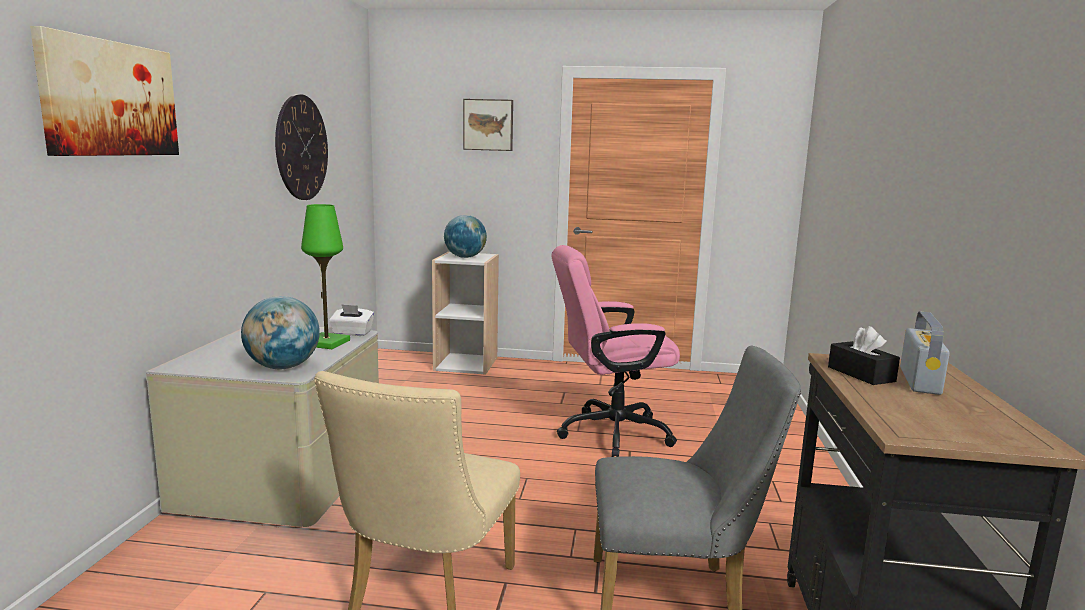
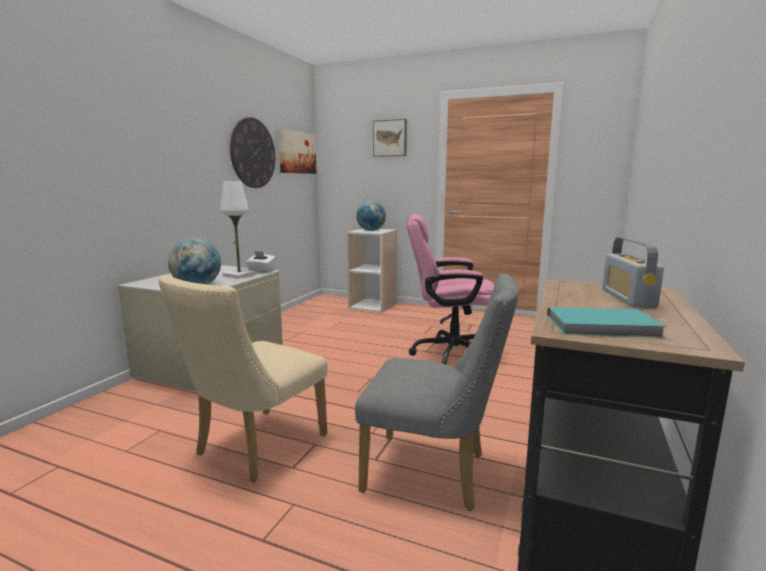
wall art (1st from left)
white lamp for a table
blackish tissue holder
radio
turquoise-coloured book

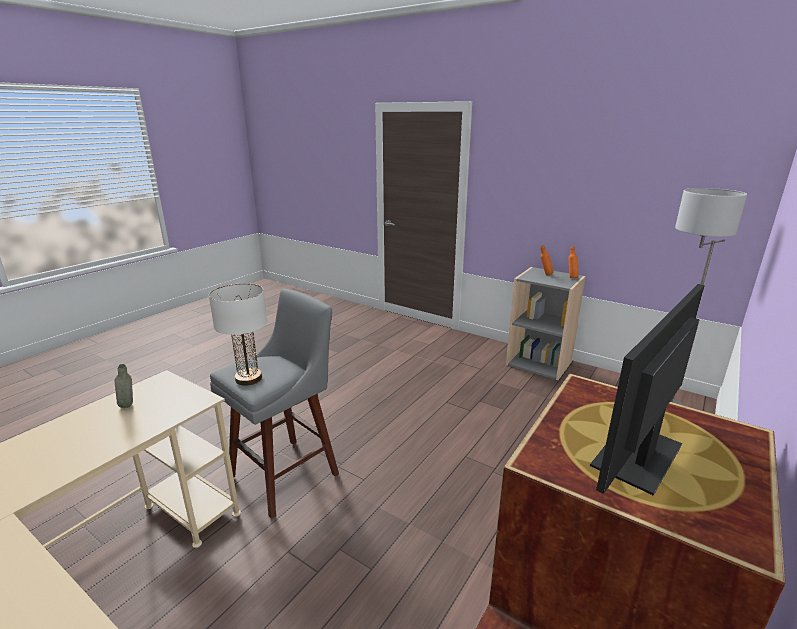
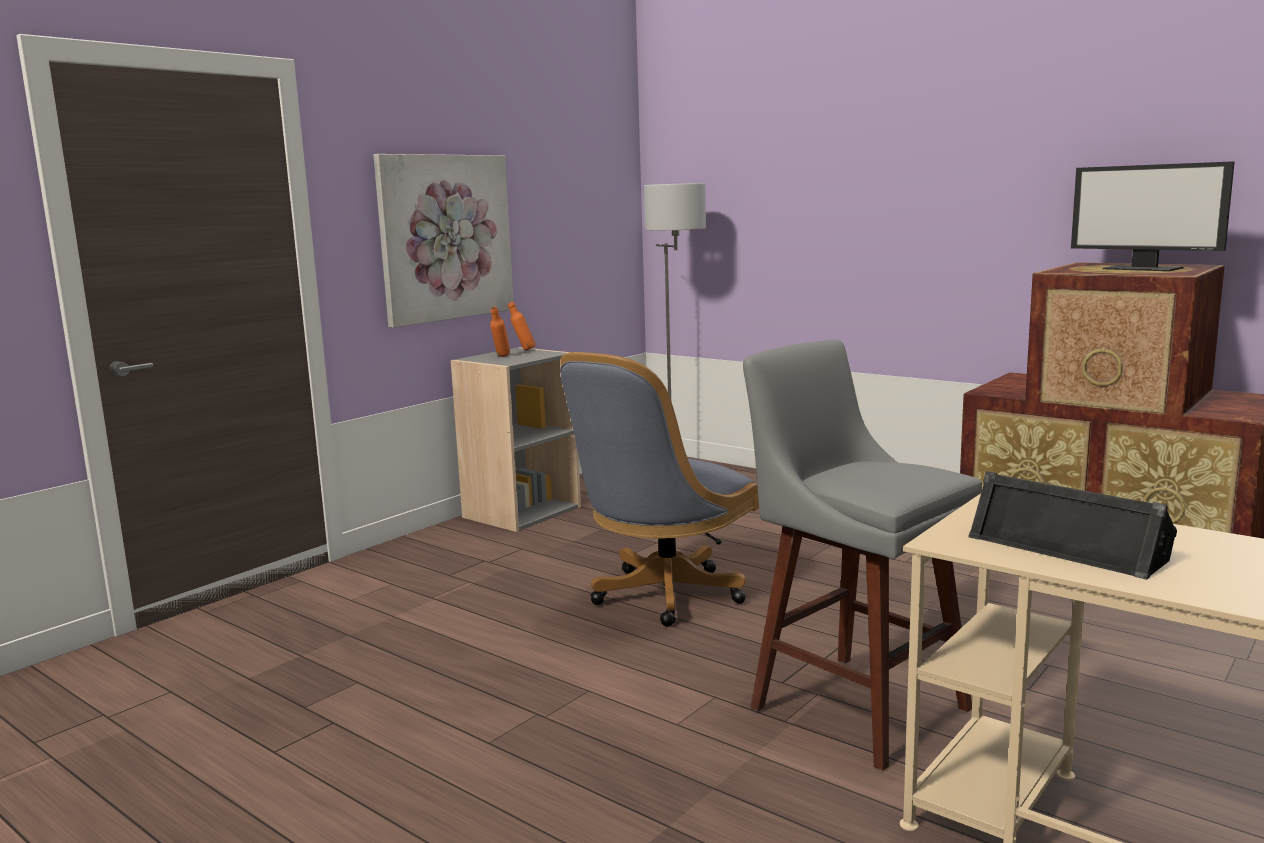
blackish loudspeaker
lamp for a table
wall art
blue desk chair

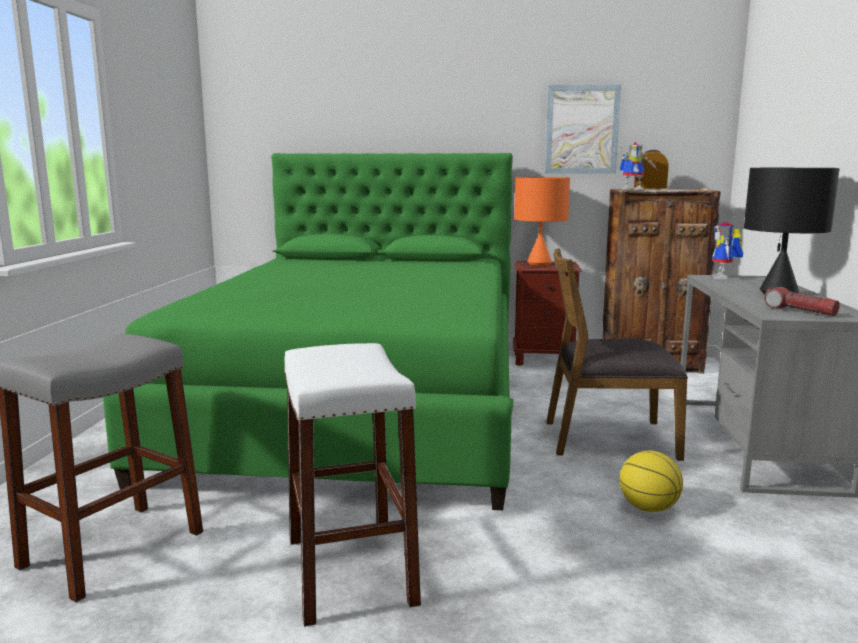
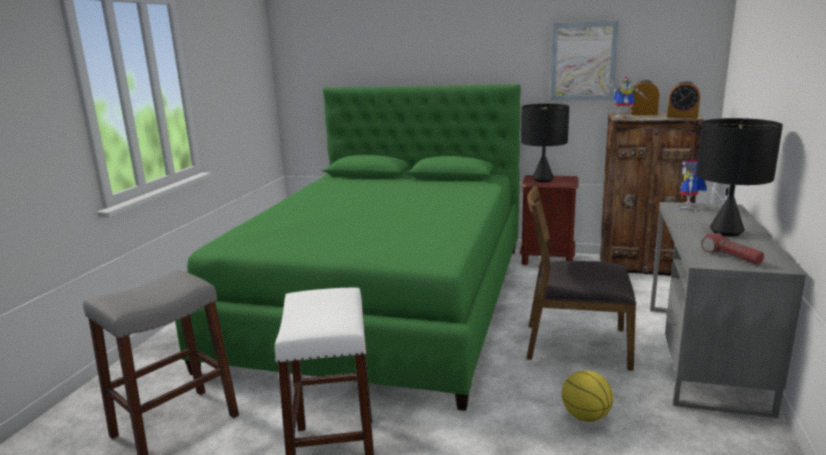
blackish lamp for a table (1st from left)
alarm clock (2nd from left)

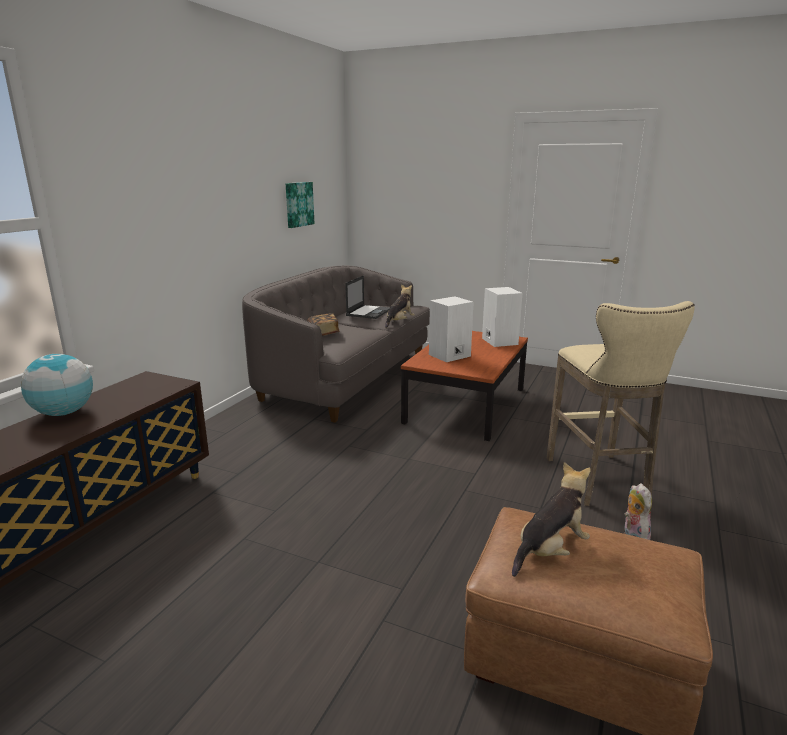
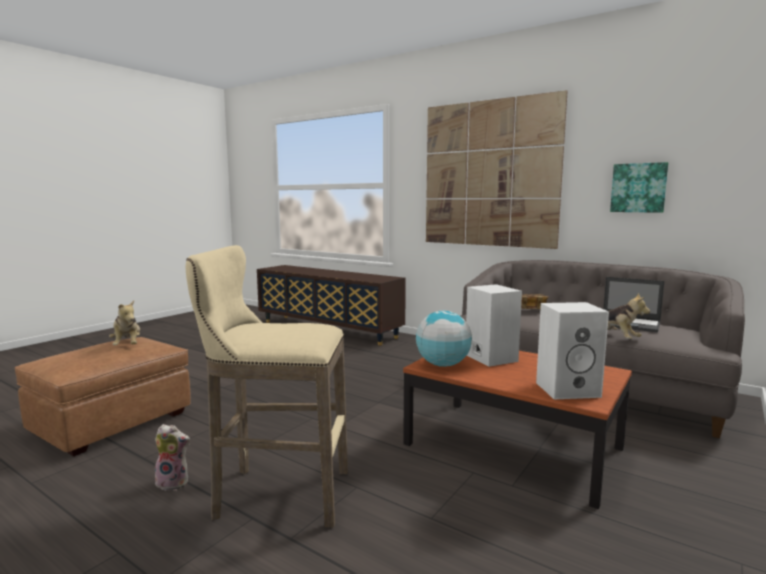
desk globe
wall art (1st from left)

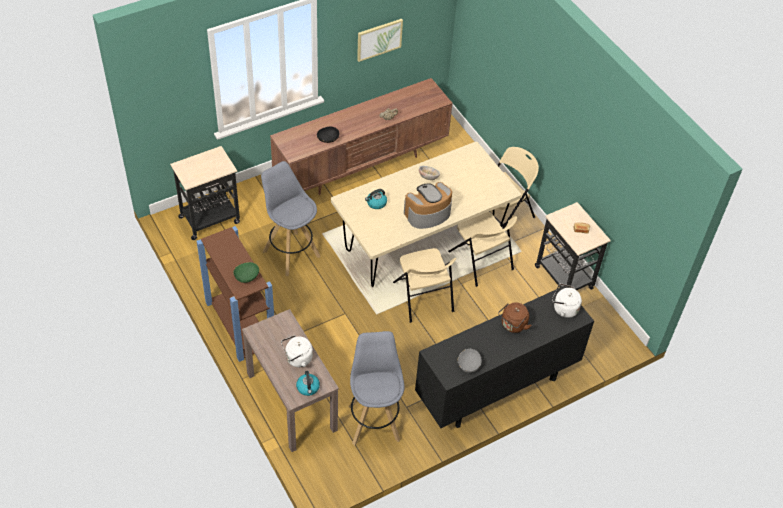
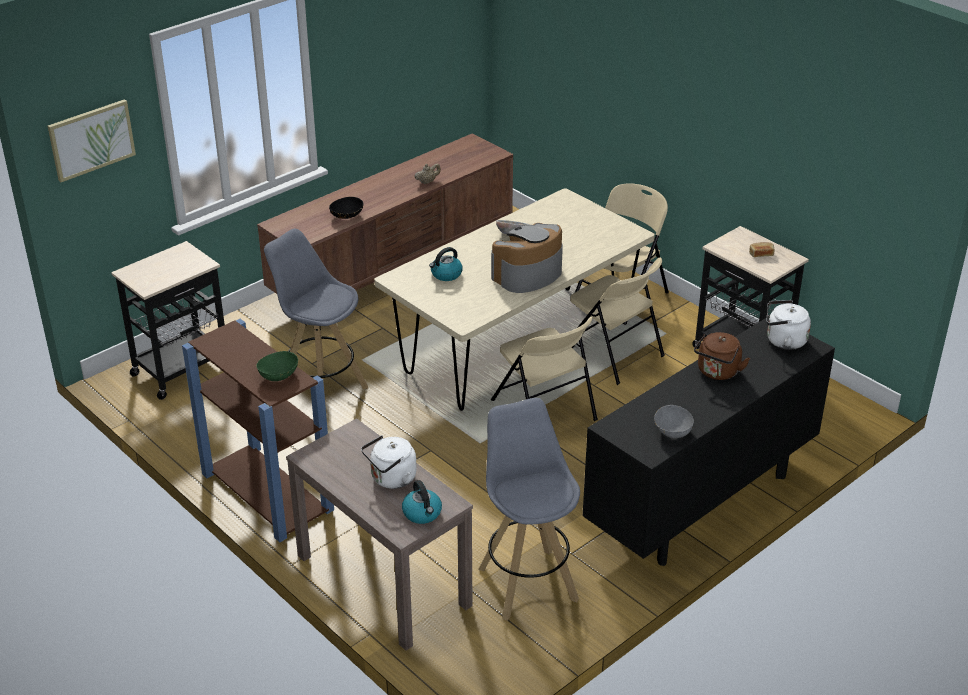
wall art

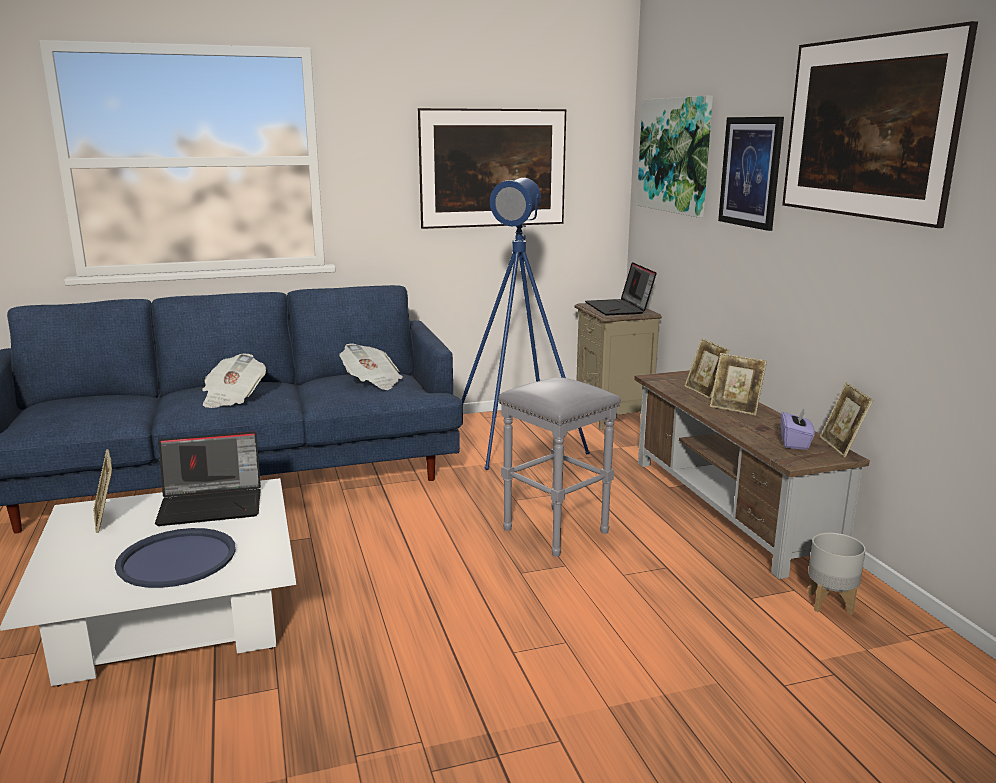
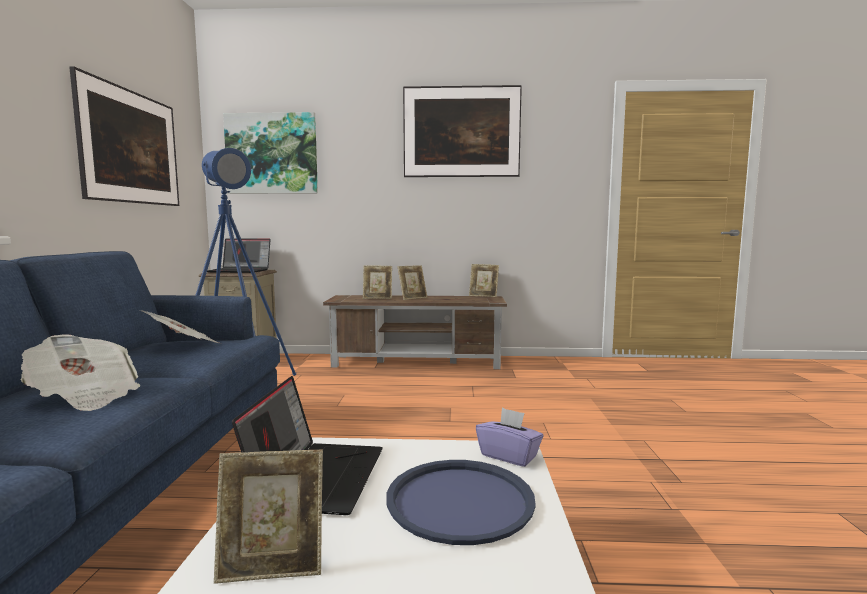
gray stool
wall art (3rd from left in the first image)
purple-coloured tissue holder
gray plant pot

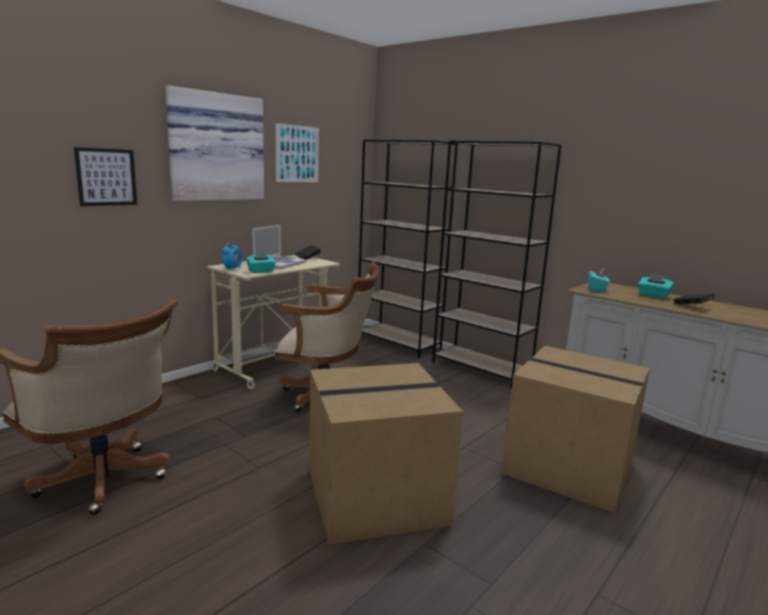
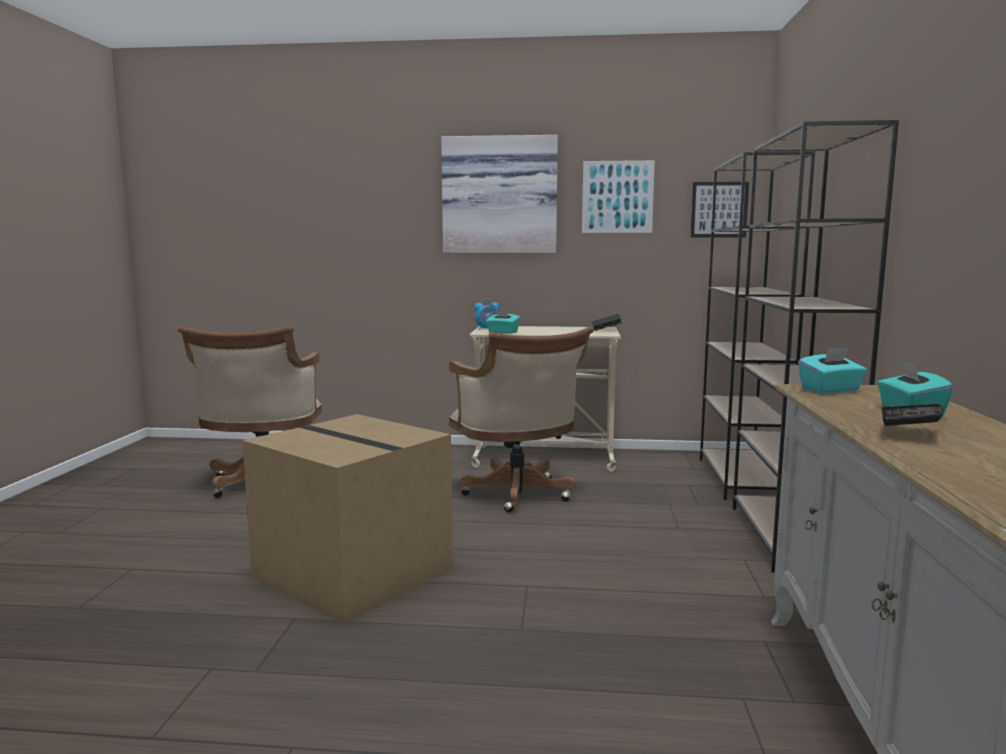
wall art (3rd from left)
portable computer
packing box (2nd from left in the first image)

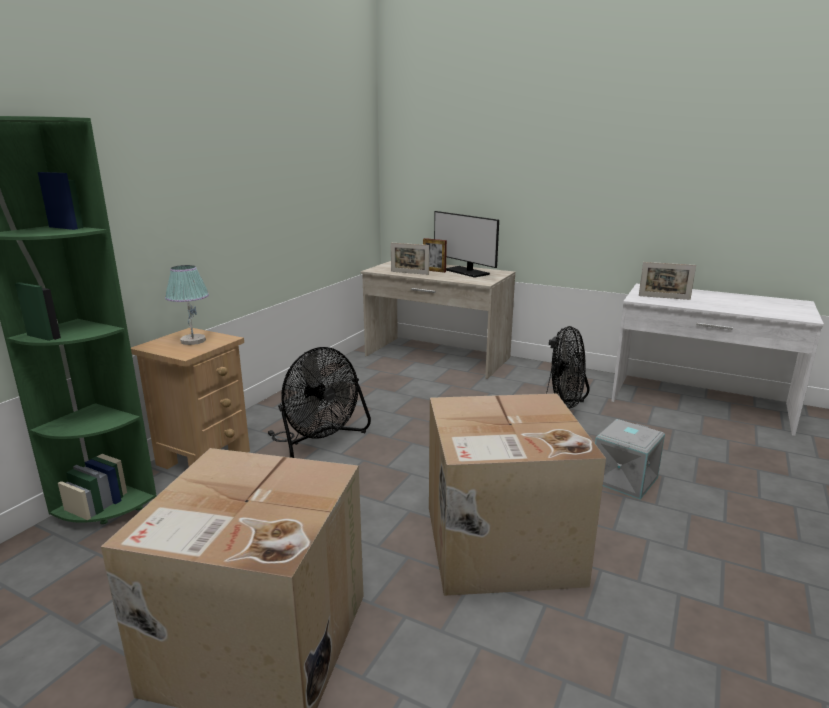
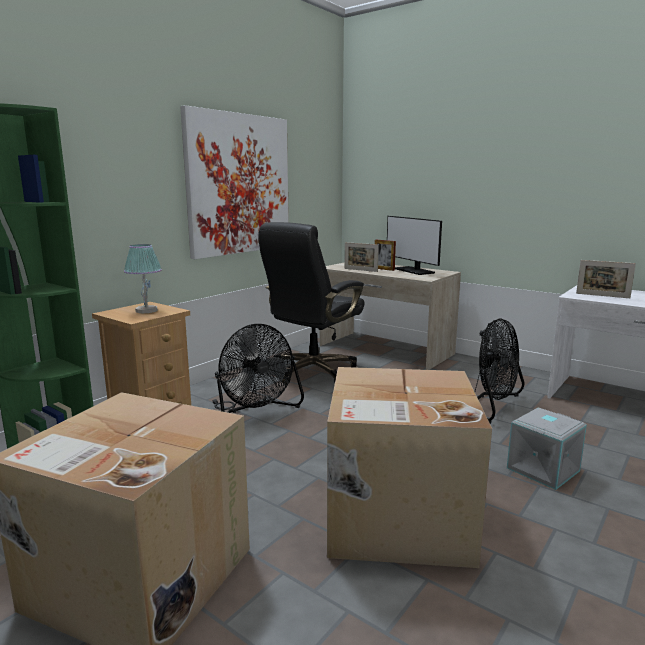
wall art
blackish desk chair

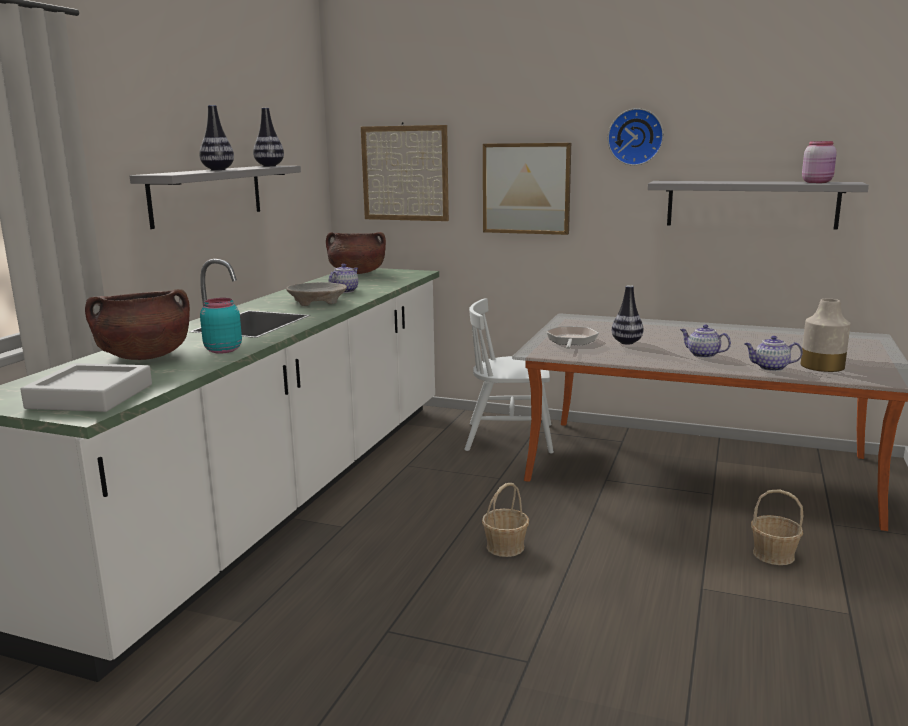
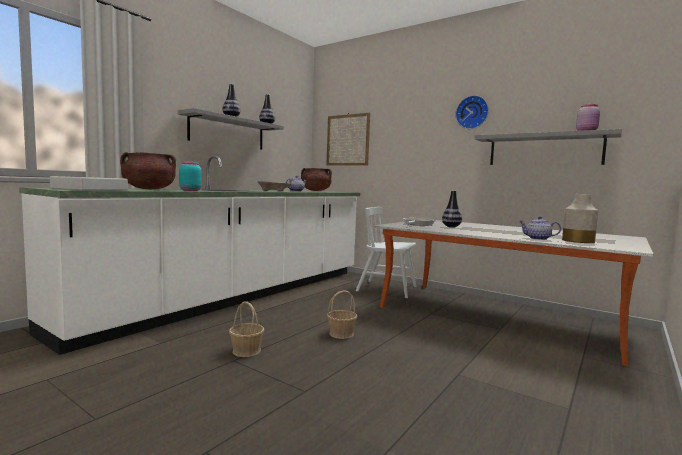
wall art (2nd from left in the first image)
tea pot (2nd from left in the first image)
storage basket (1st from left)

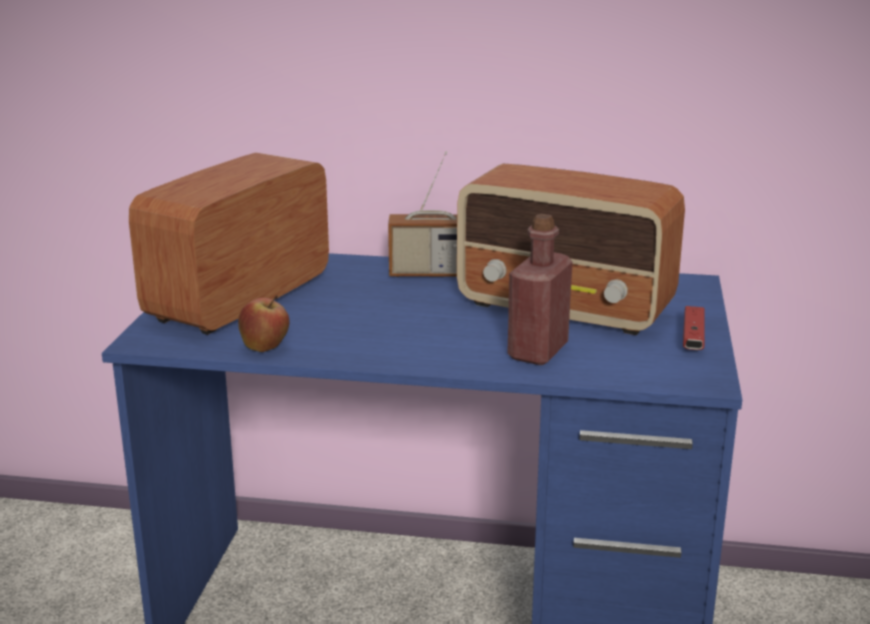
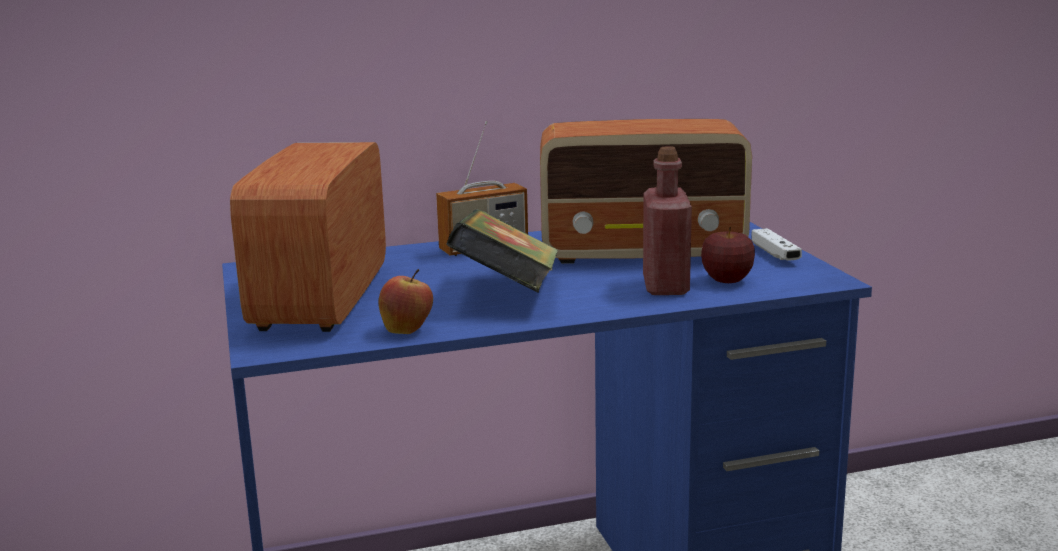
white joypad
book
whole apple (2nd from left)

